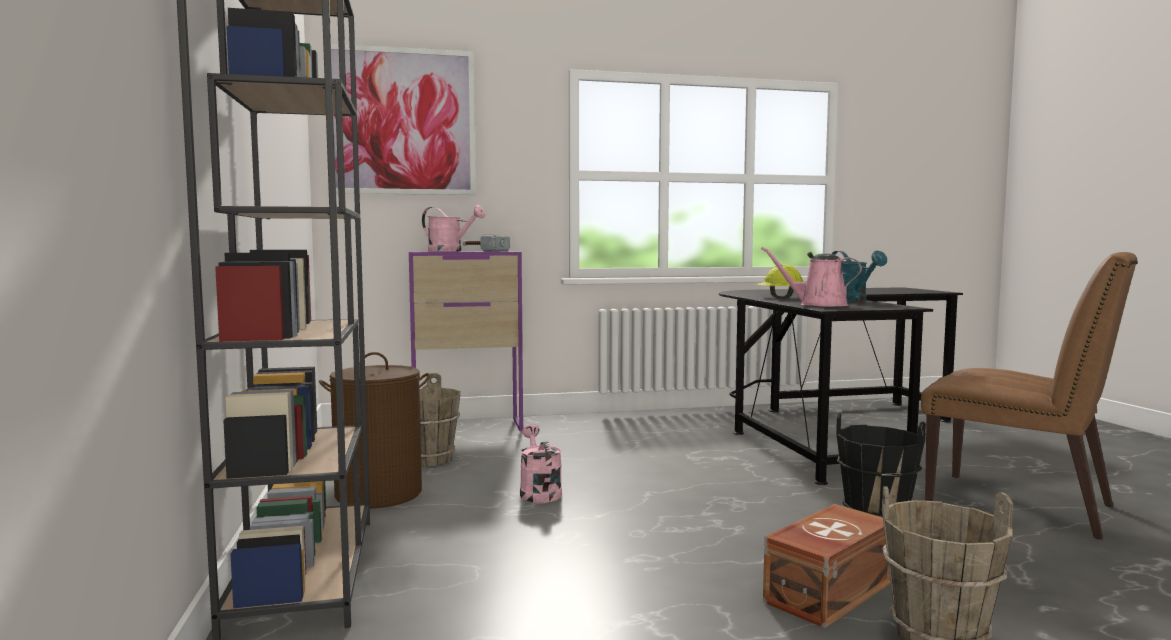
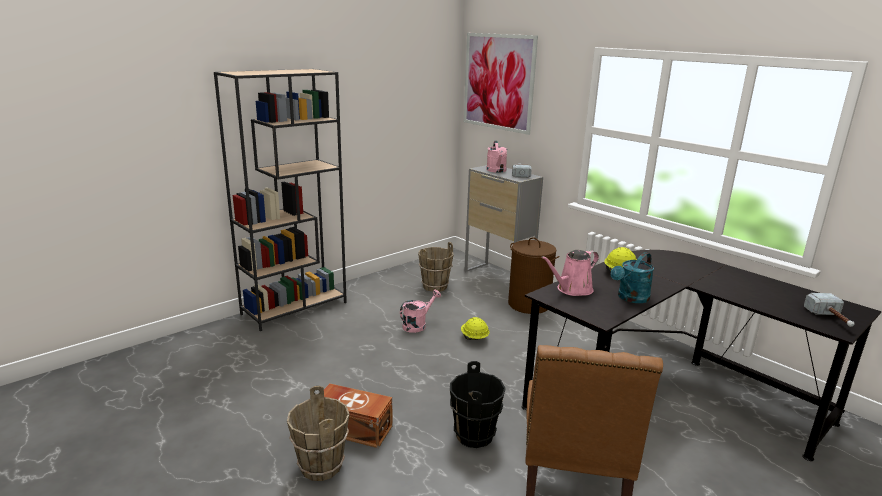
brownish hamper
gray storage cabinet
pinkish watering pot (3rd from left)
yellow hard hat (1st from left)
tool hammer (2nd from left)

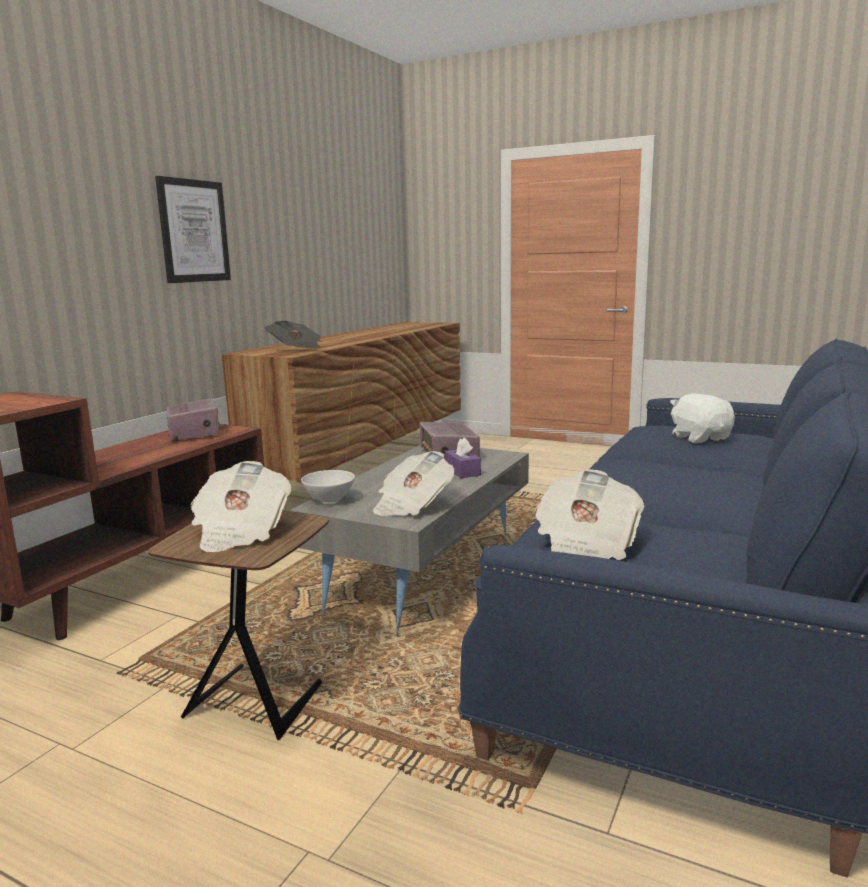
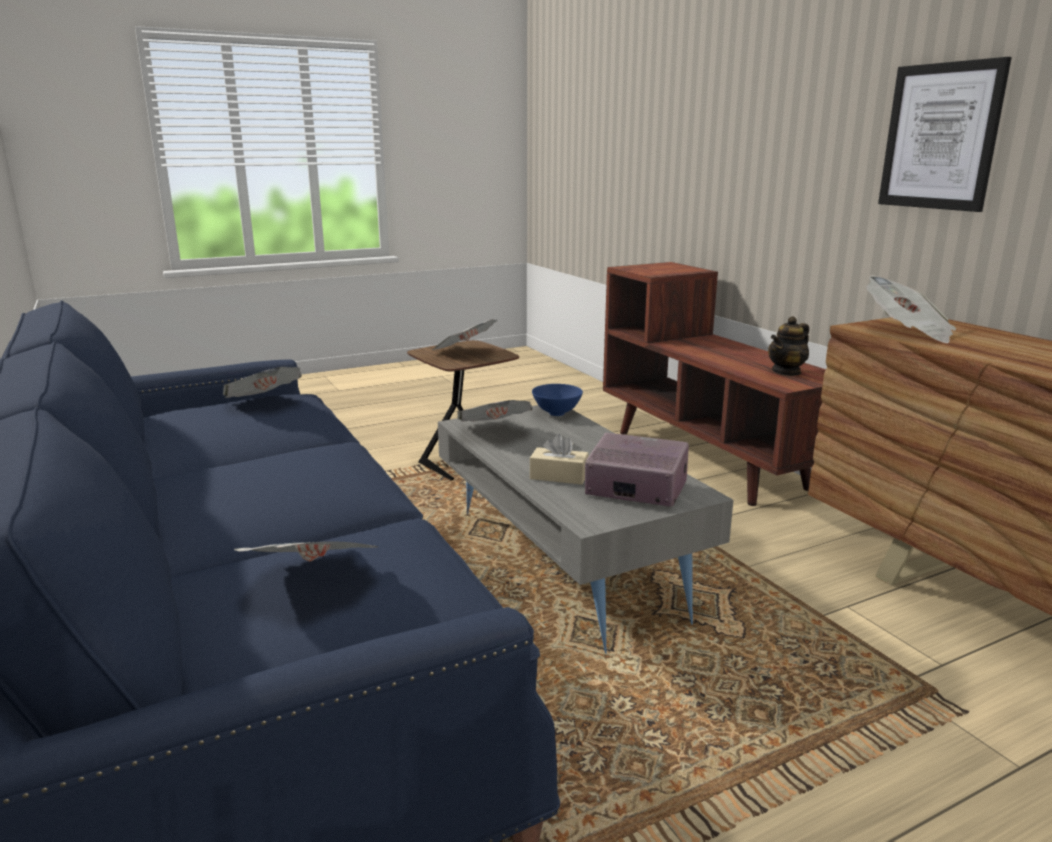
tea pot
blue bowl
beige-coloured tissue holder
daily paper (2nd from left)

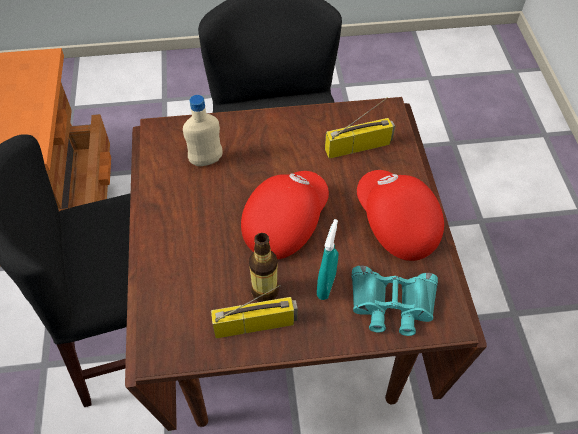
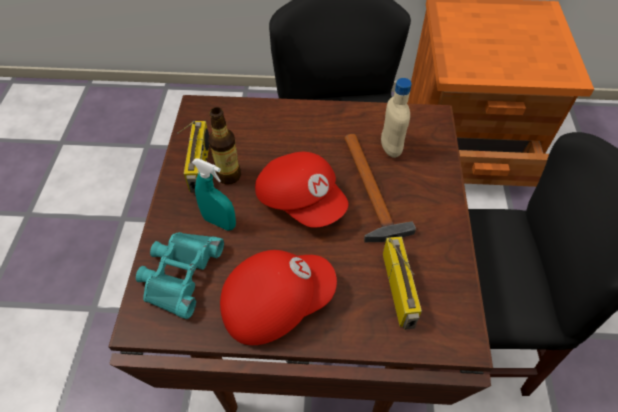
tool hammer

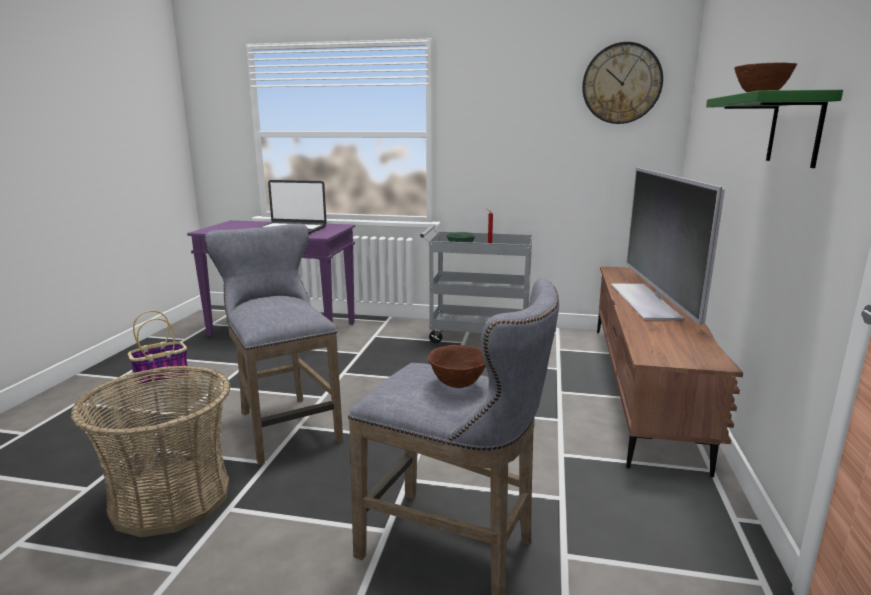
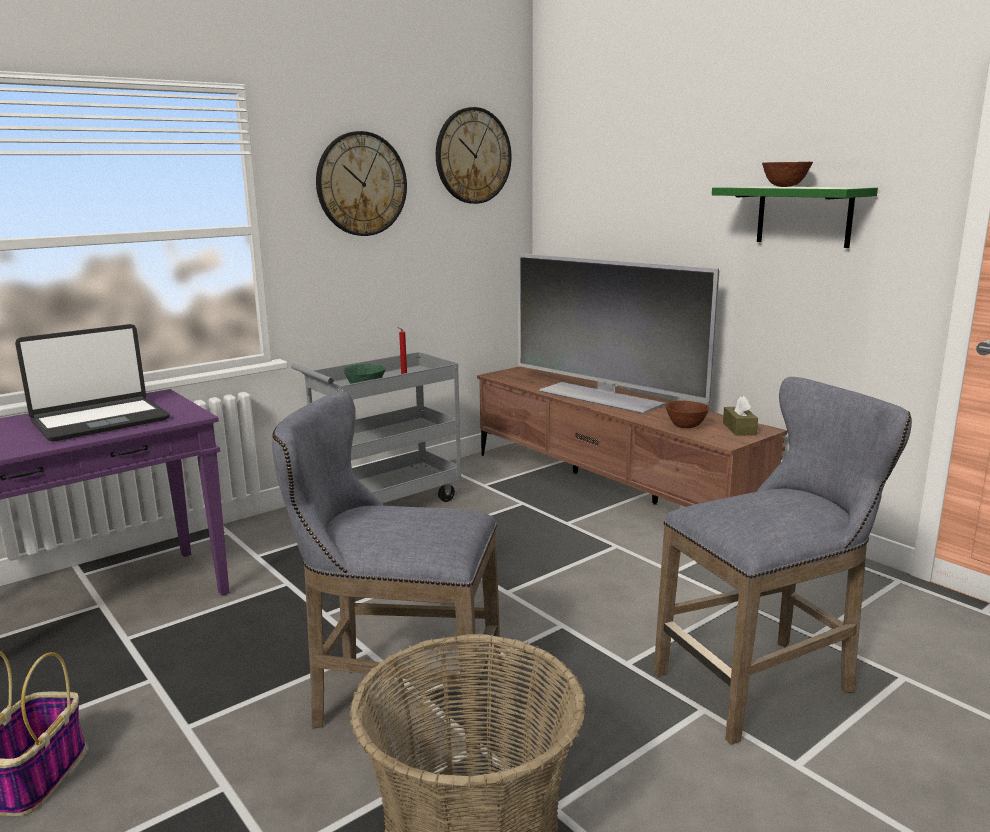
brownish bowl (1st from left)
wall clock (1st from left)
brownish tissue holder

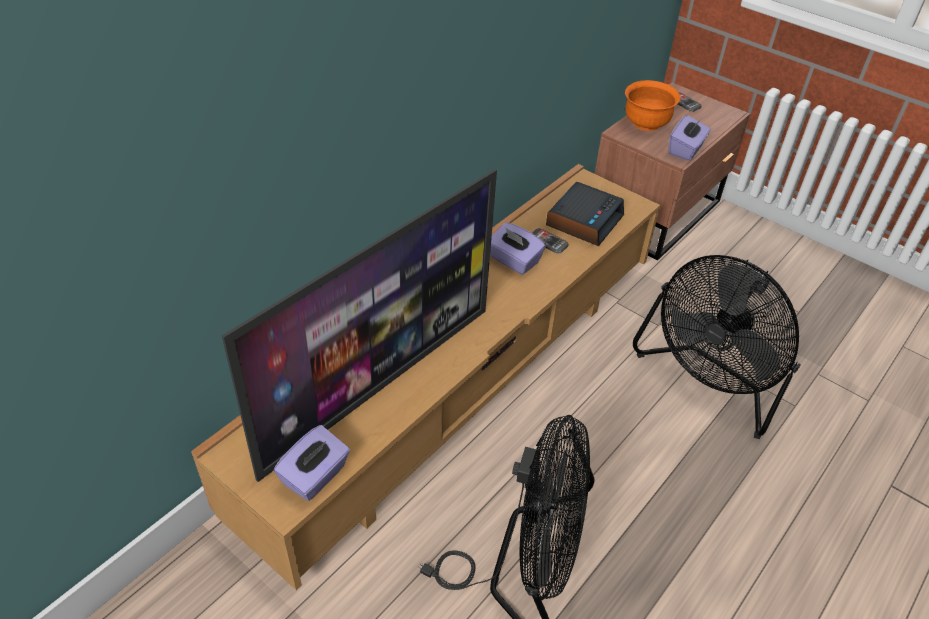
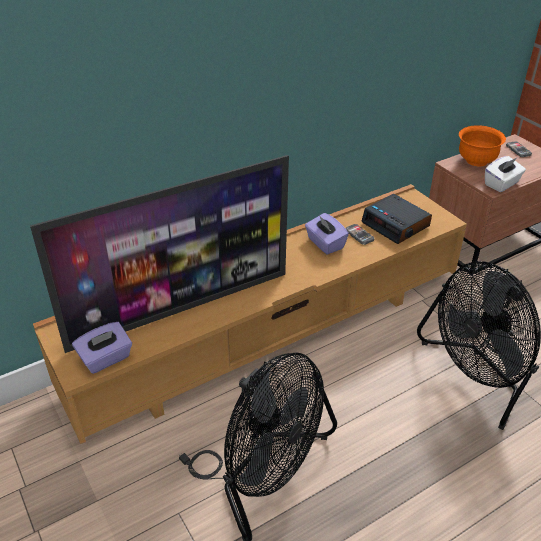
alarm clock
white tissue holder

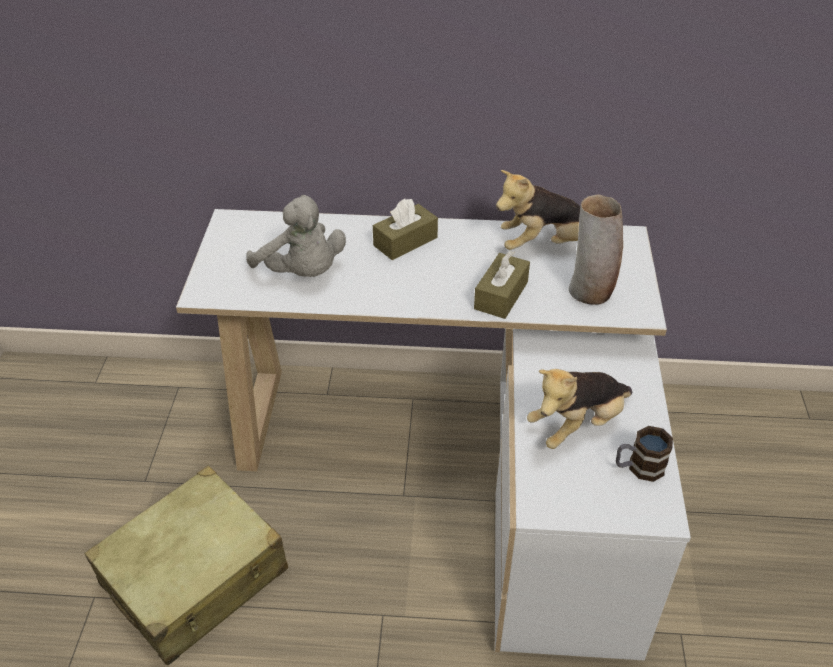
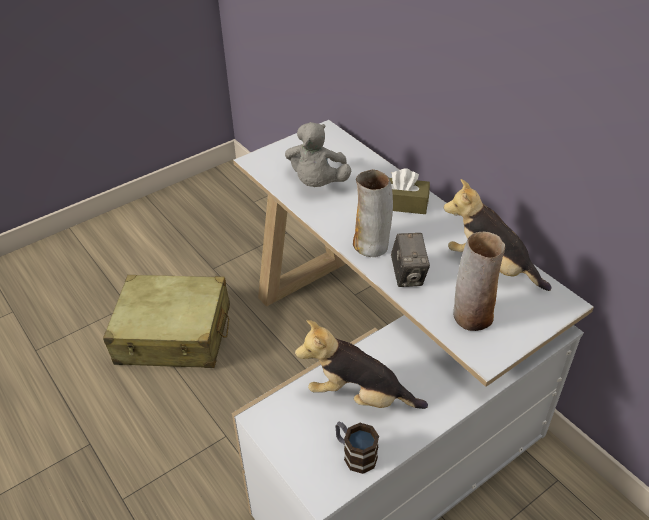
still camera
decorative vase (1st from left)

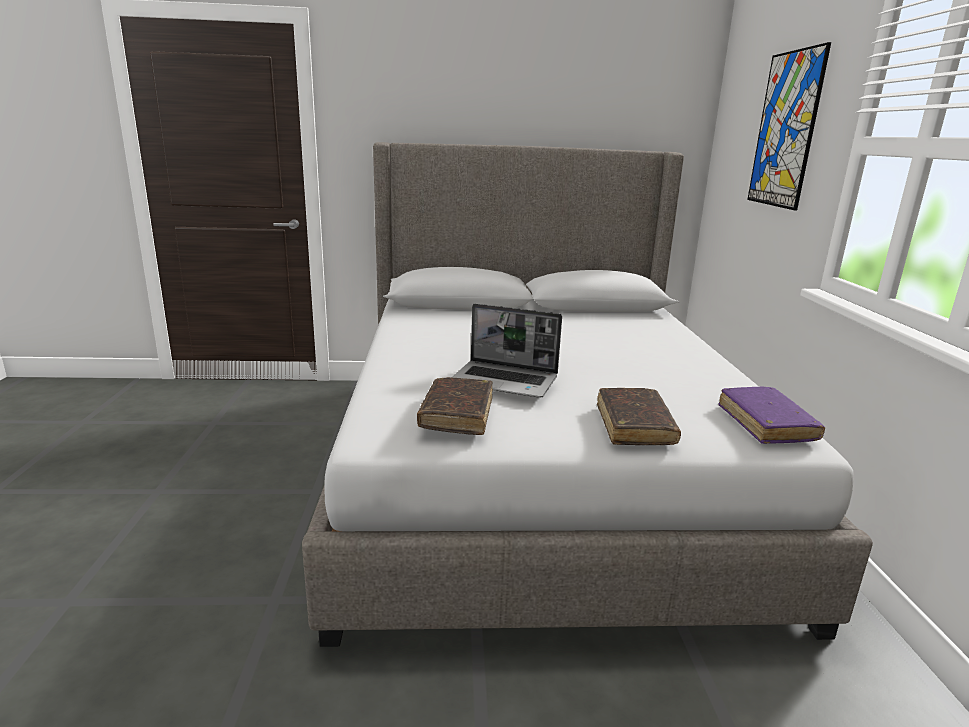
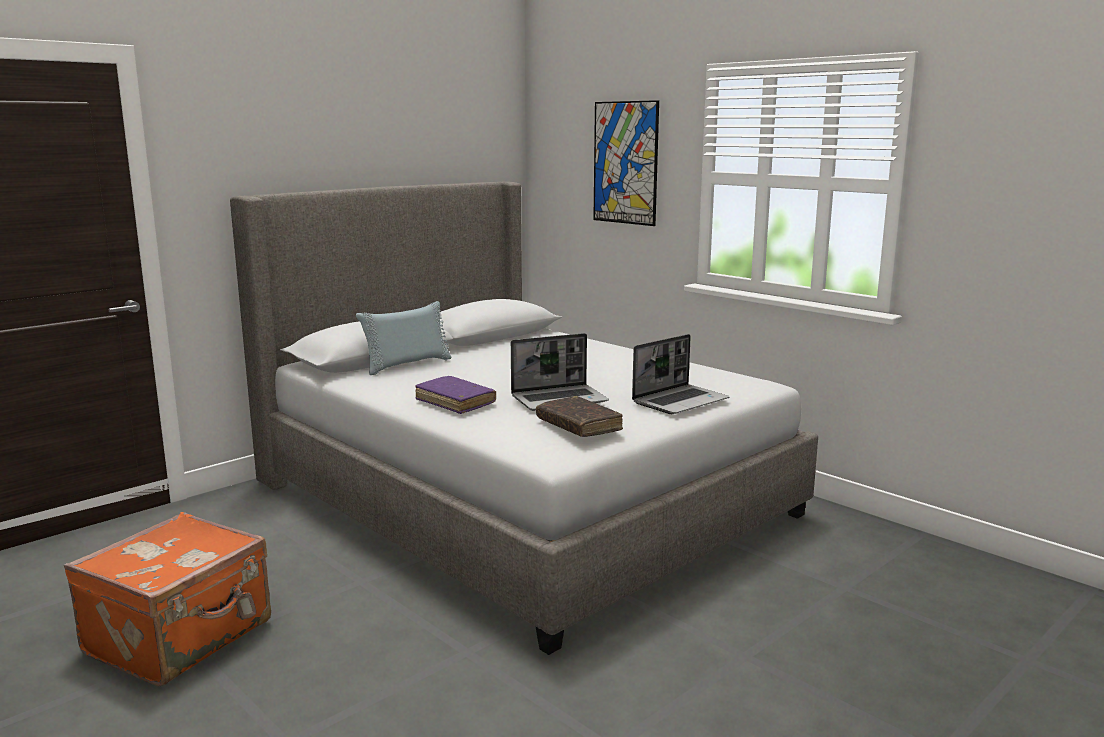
portable computer (2nd from left)
purple-coloured book
orangey travel case
blue cushion

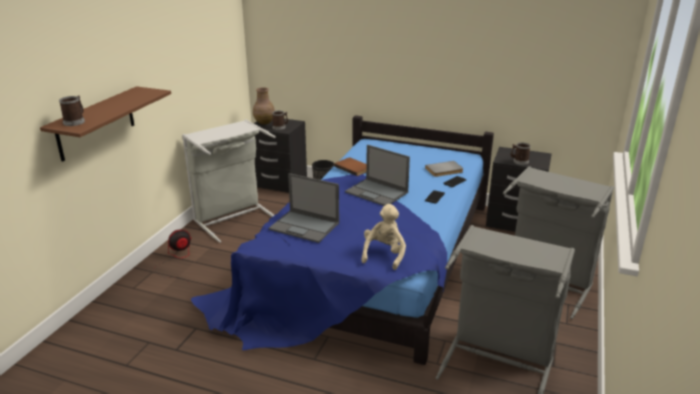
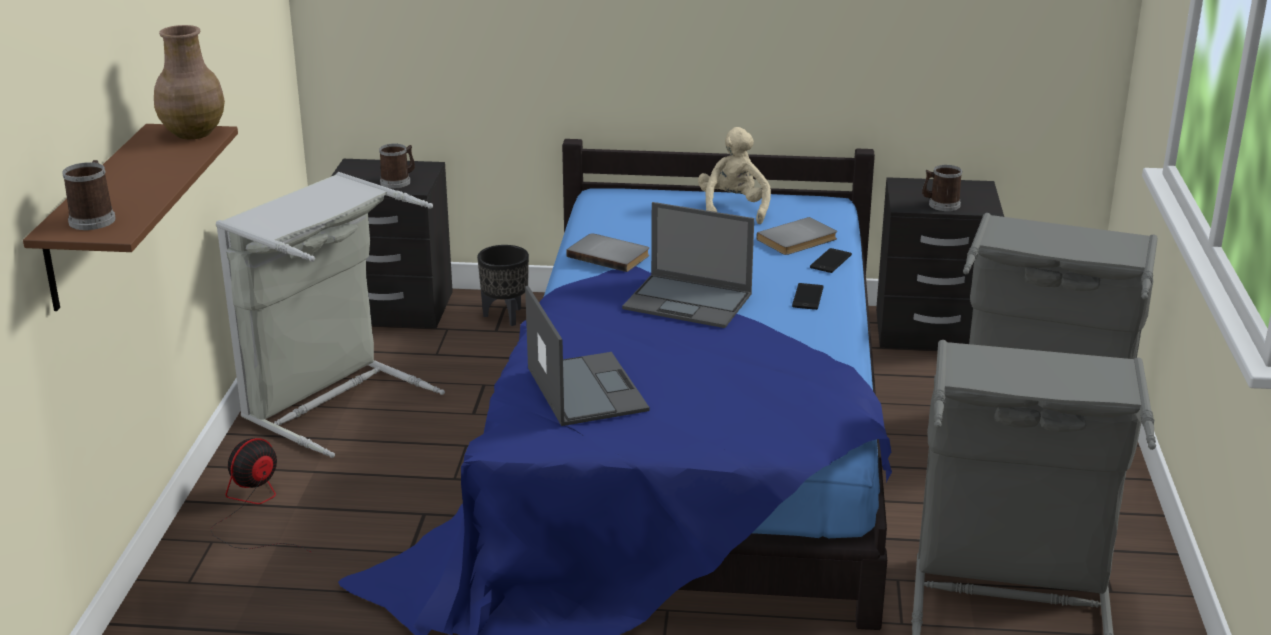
brownish decorative vase
portable computer (1st from left)
gray book (1st from left)
beige-coloured plush toy

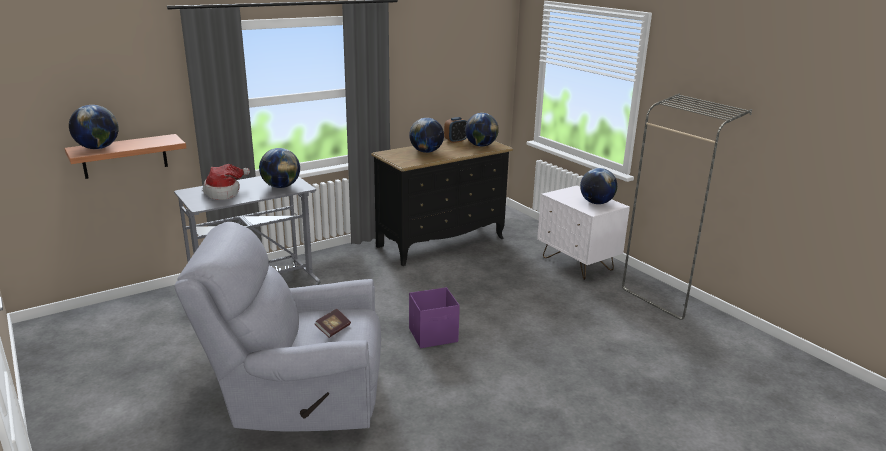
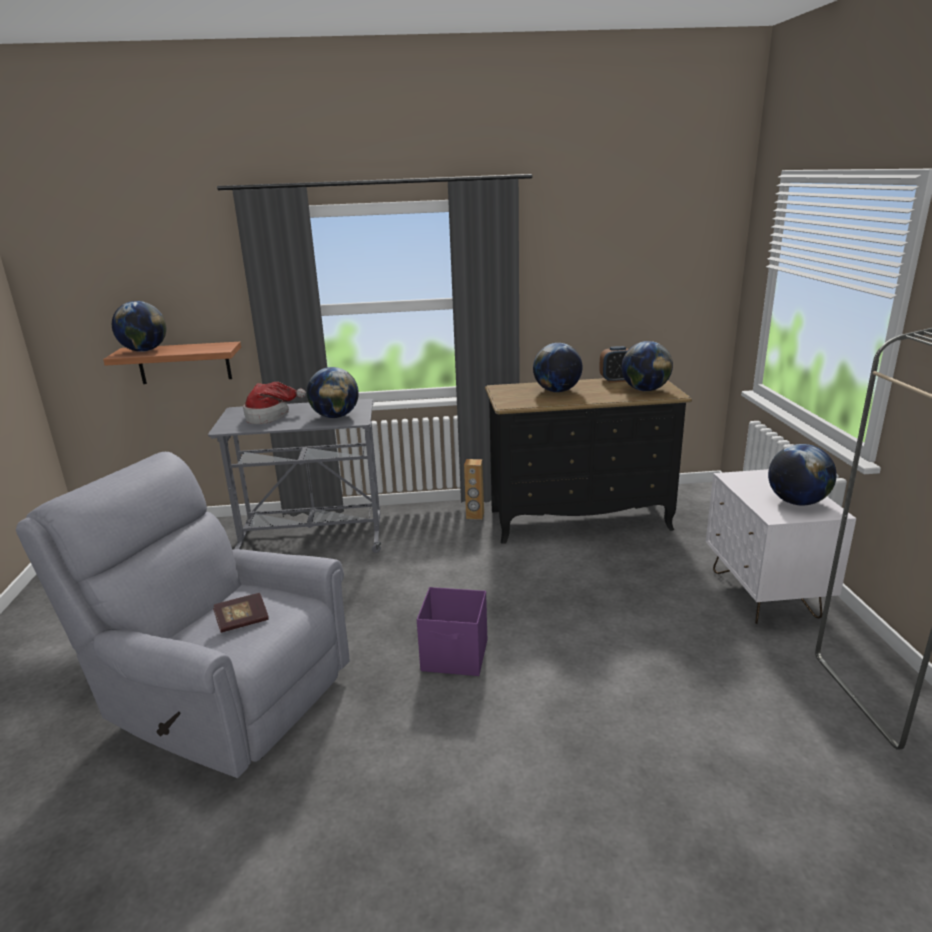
brownish loudspeaker

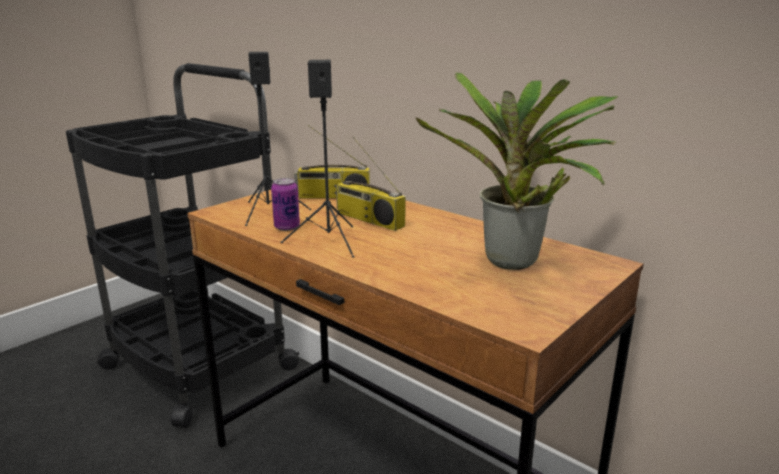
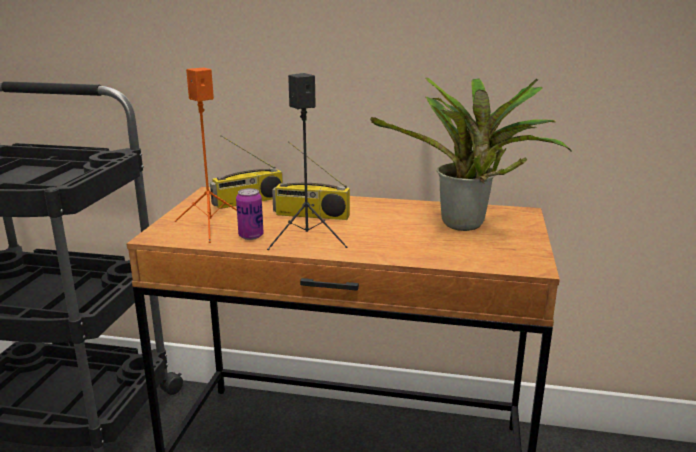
orangey loudspeaker

